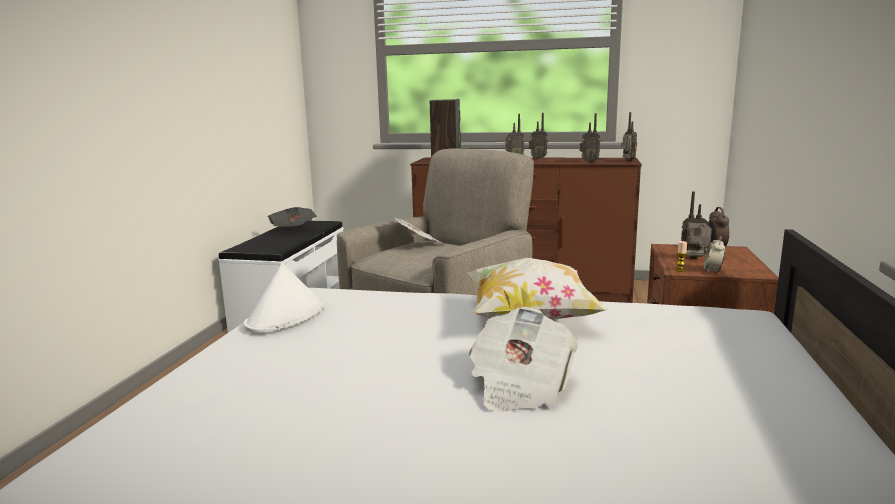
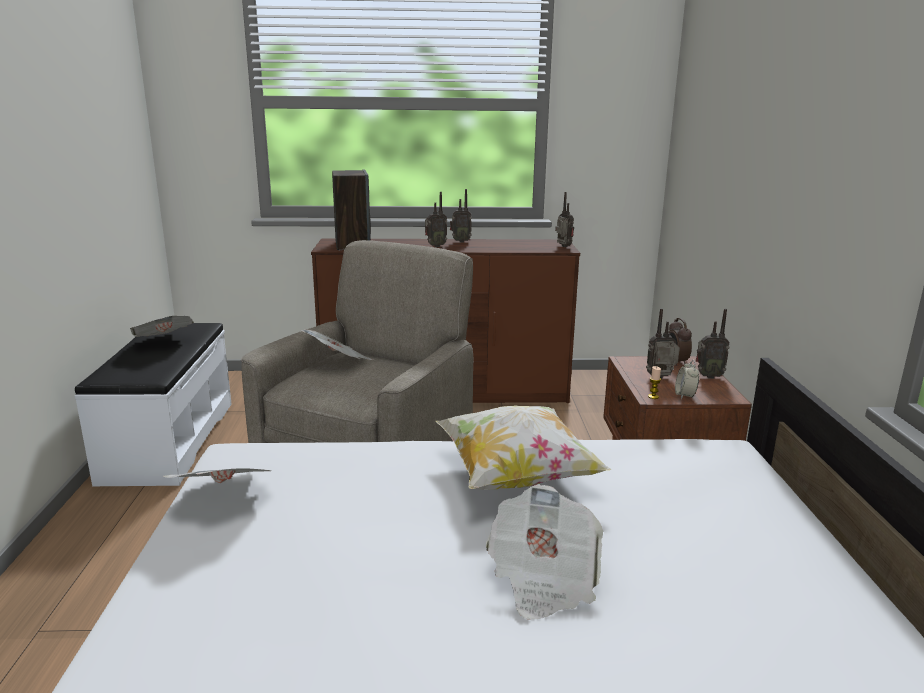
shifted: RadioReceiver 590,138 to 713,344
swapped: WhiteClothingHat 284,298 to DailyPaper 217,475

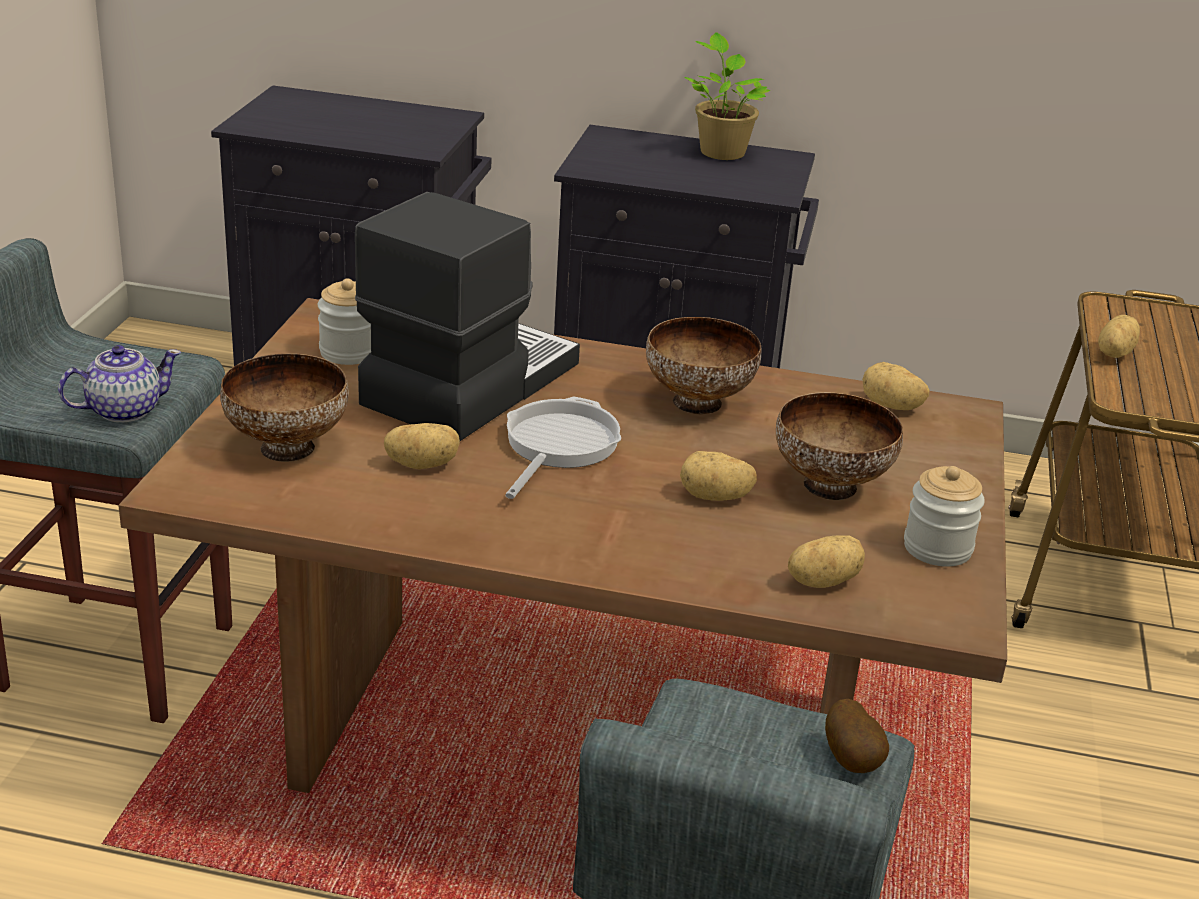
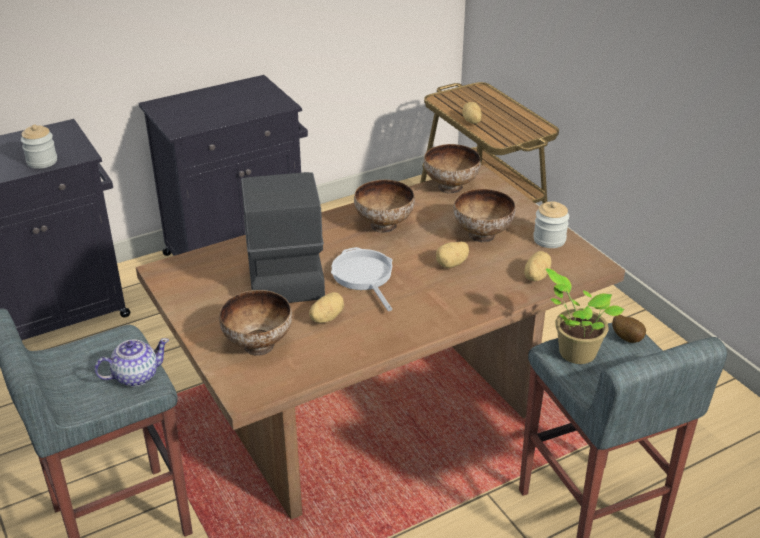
shifted: PottedPlant 727,96 to 585,316; Jar 344,321 to 39,147
swapped: WholePotato 896,386 to ServingBowl 452,169
rotated: Teapot 119,383 = 131,362 45 degrees clockwise

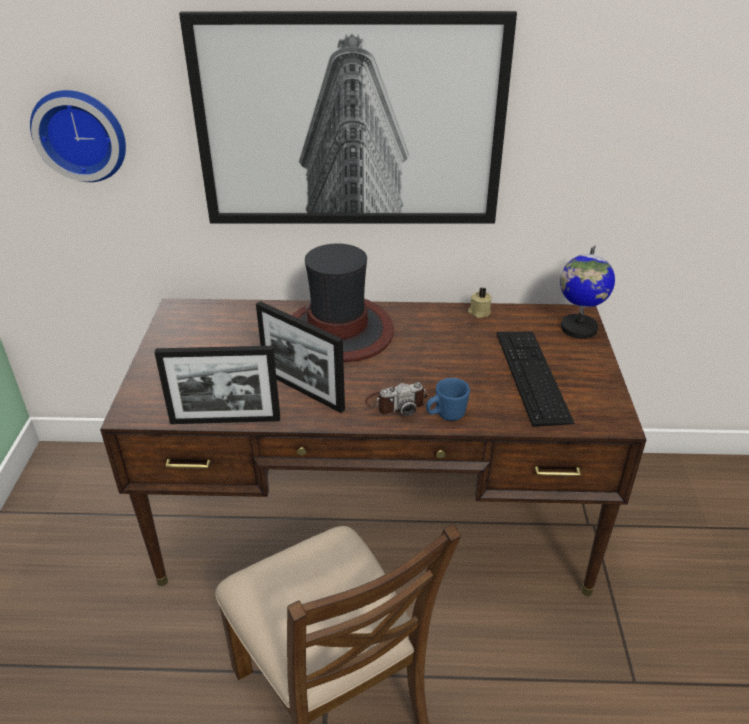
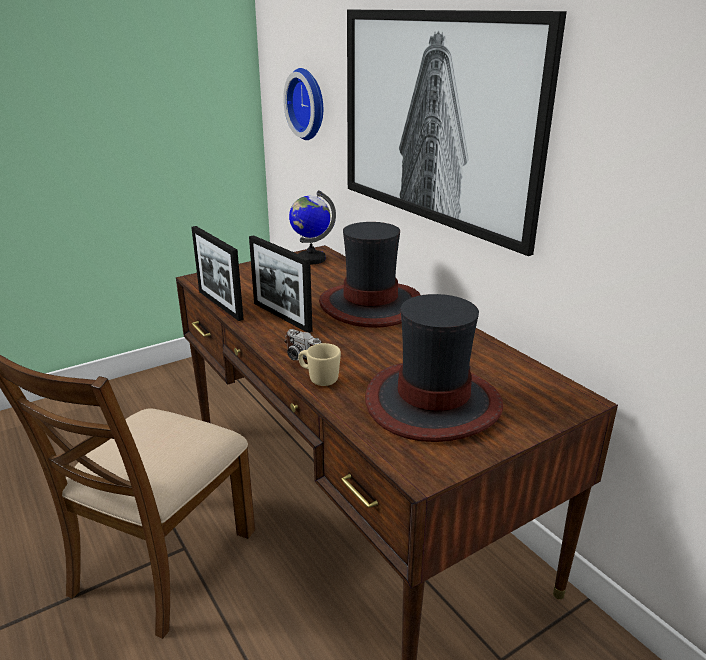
gone: SandColouredCandle 480,303
shifted: Globe 587,292 to 312,227
swapped: PcKeyboard 536,379 to ClothingHat 434,368
repainted: BlueColouredTeaMug 448,399 to SandColouredTeaMug 319,364
rotated: PictureFrame 300,357 = 281,284 45 degrees counterclockwise

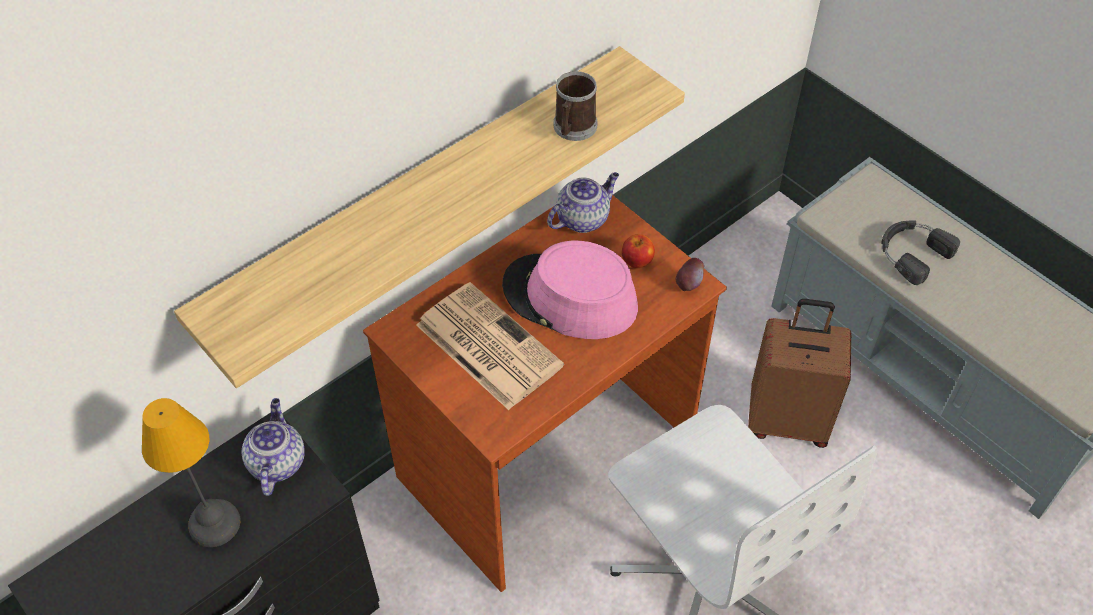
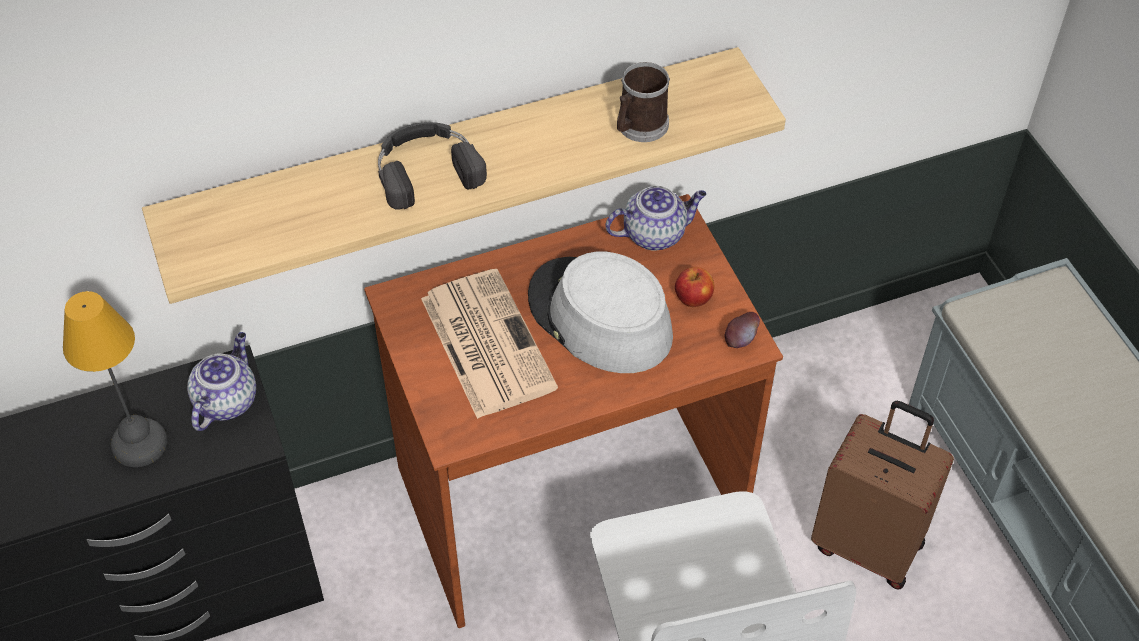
shifted: BlackishPairOfHeadphones 920,252 to 432,166
repainted: PinkColouredClothingHat 570,290 to GreyishClothingHat 600,312

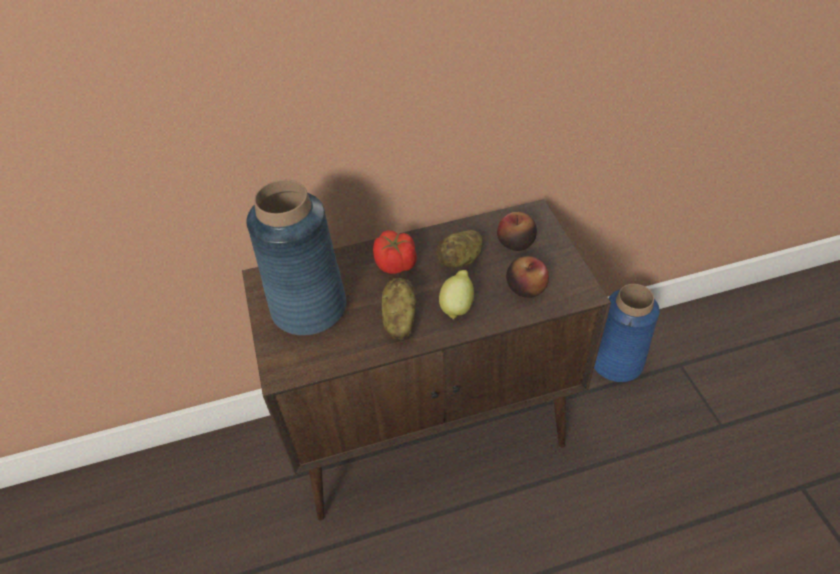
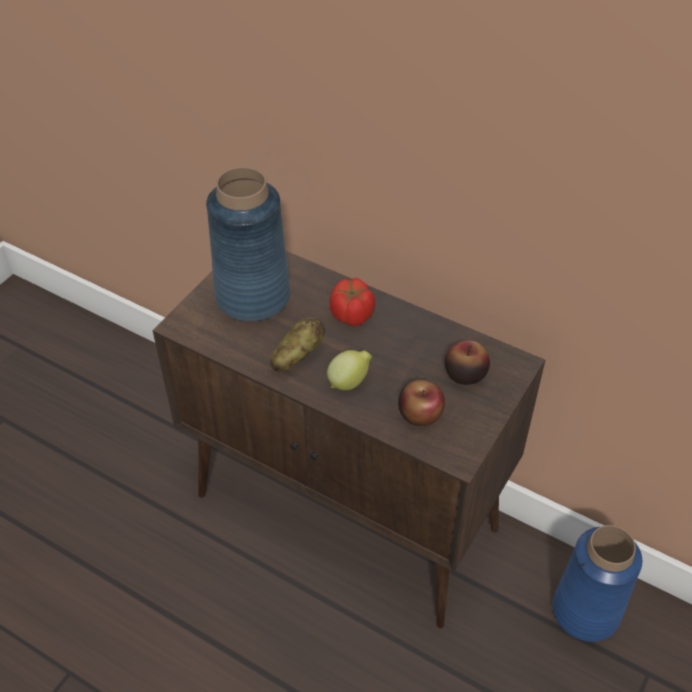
gone: WholePotato 459,249

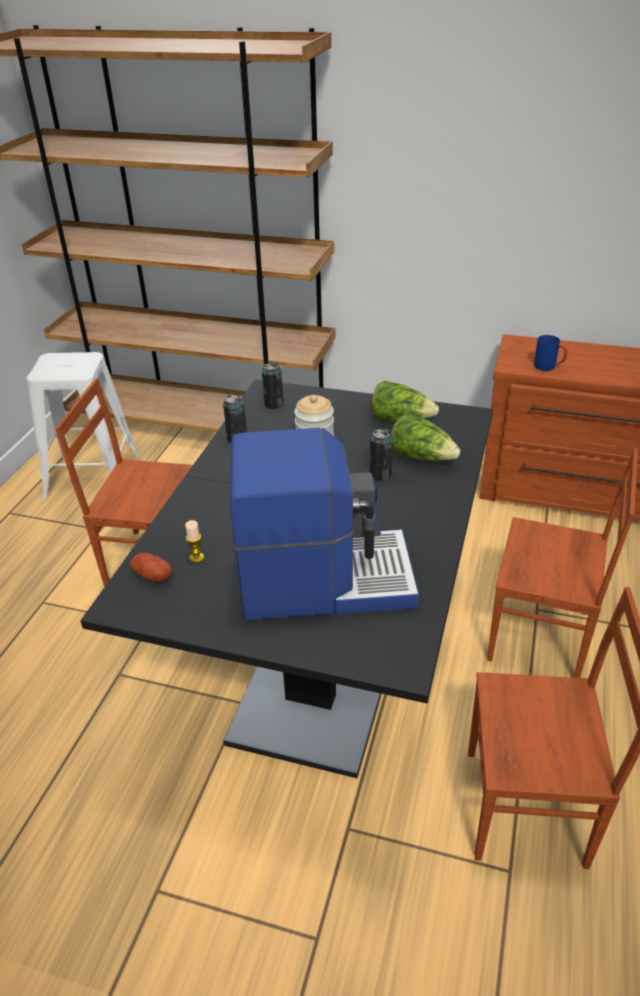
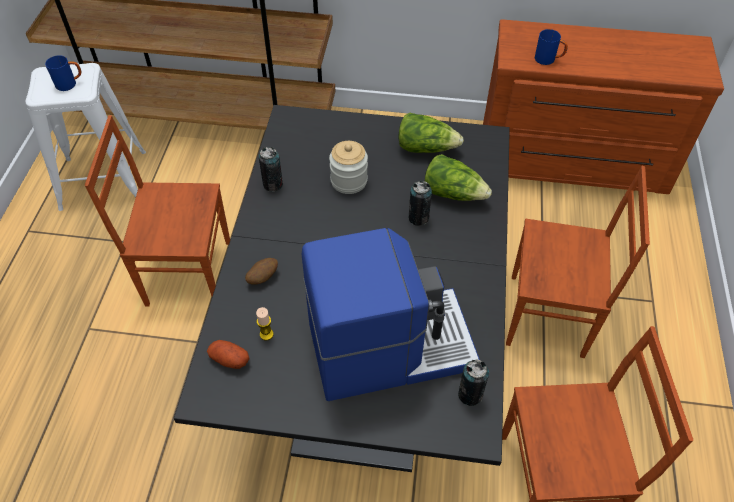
new: BlueColouredTeaMug 63,73; WholePotato 261,271
shifted: SealedCan 273,385 to 473,383

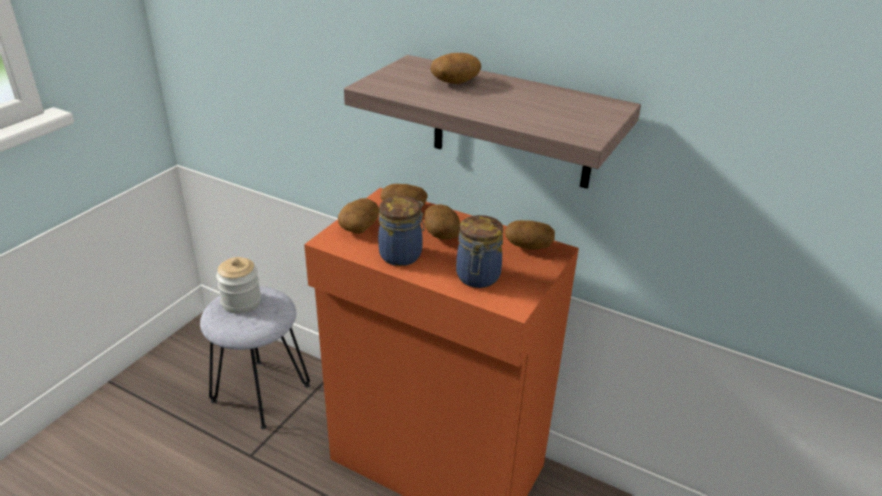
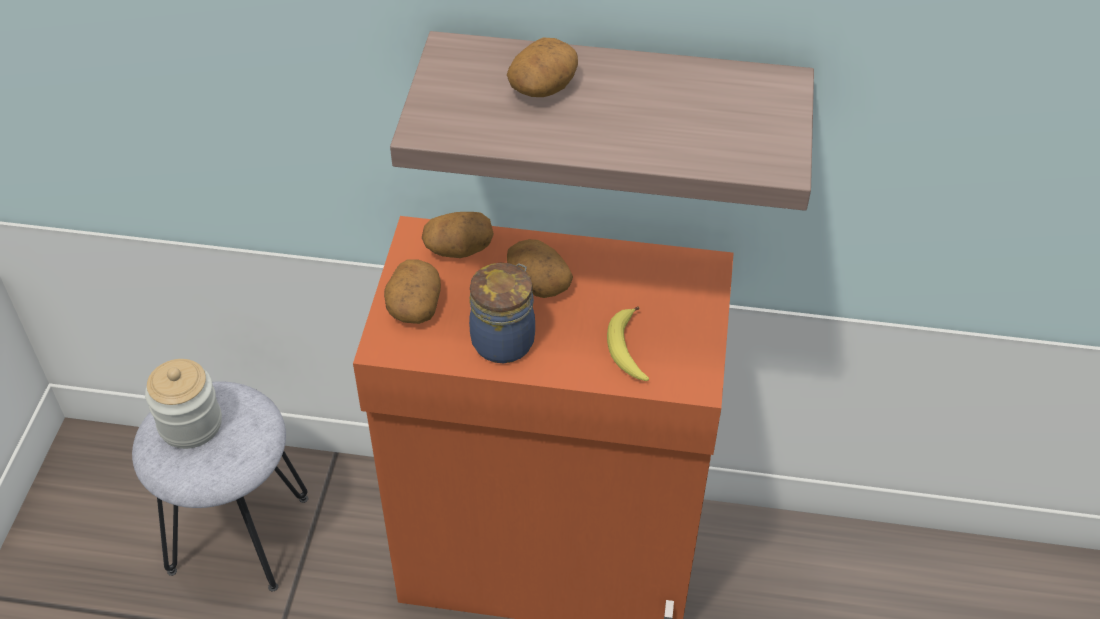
gone: WholePotato 530,235
swapped: Jar 479,251 to Banana 628,343

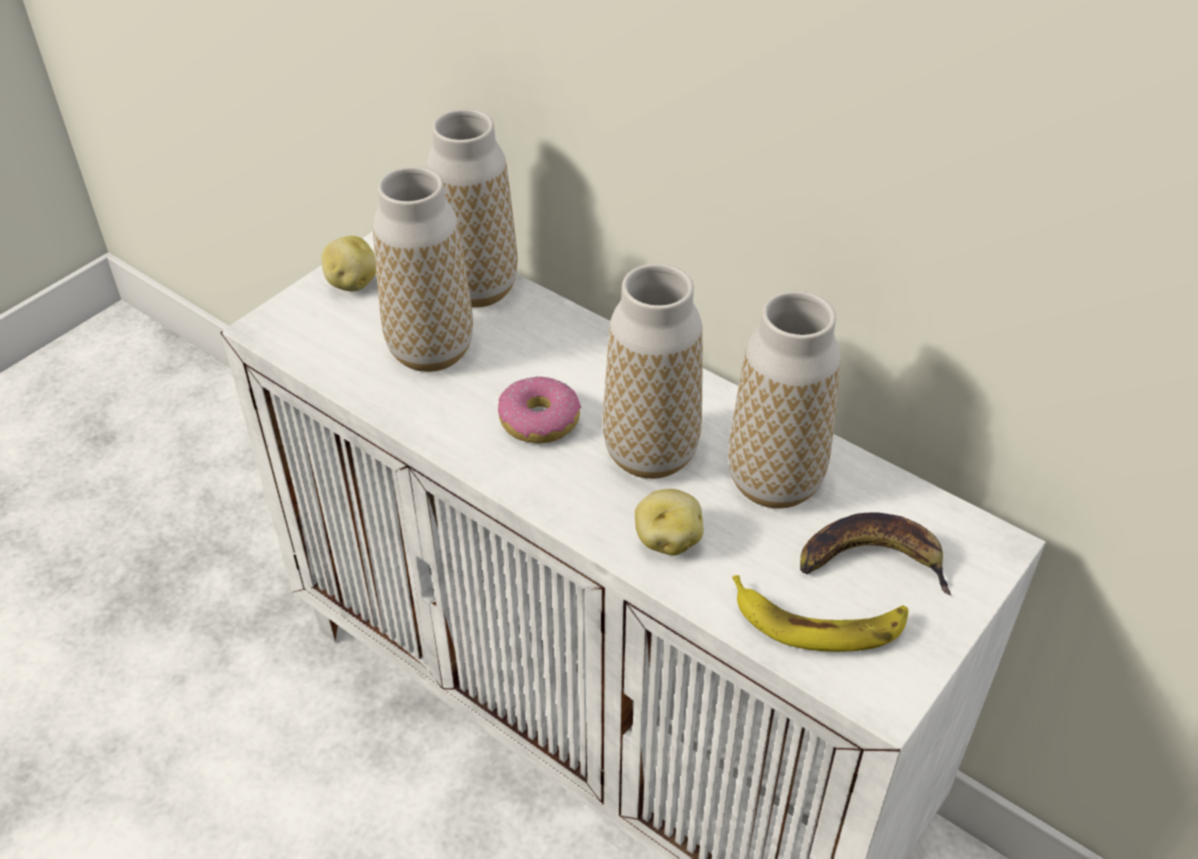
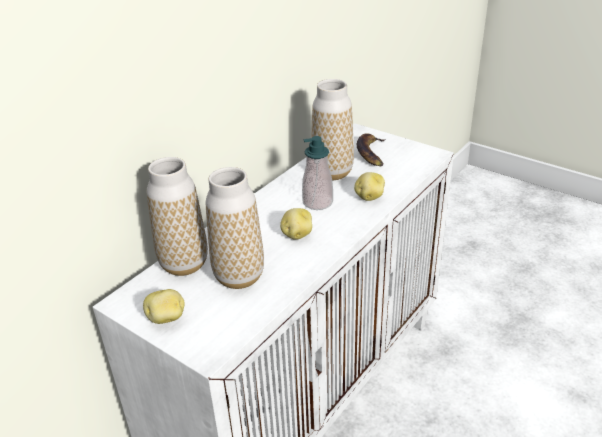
gone: Banana 820,613
swapped: FlowerVase 653,371 to SoapBottle 317,173; Doughnut 539,409 to WholePotato 296,224

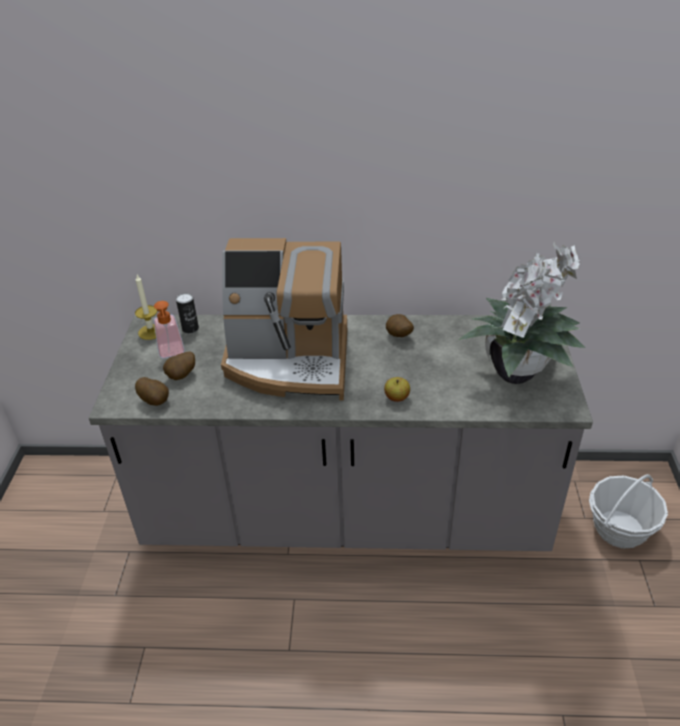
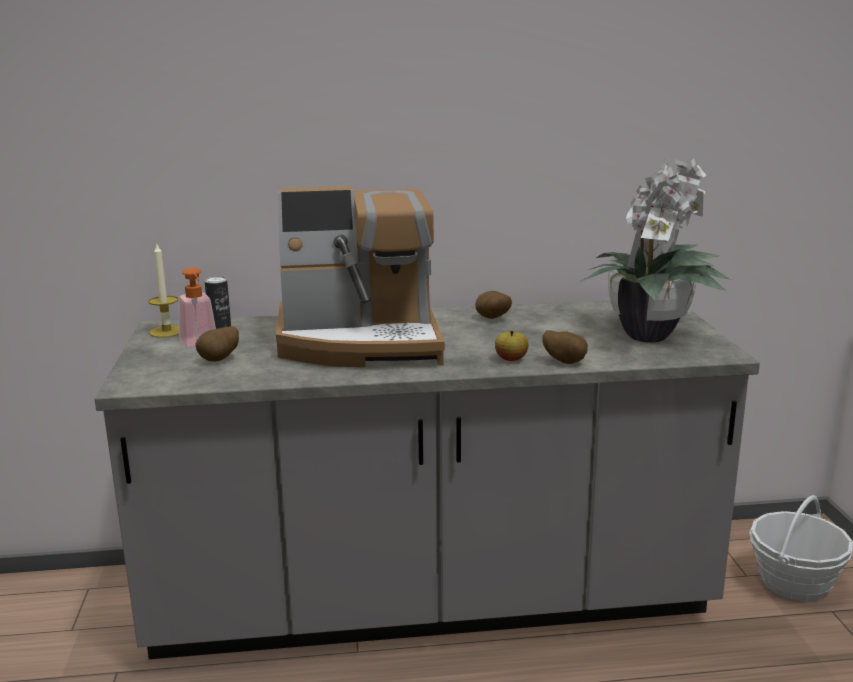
shifted: WholePotato 152,391 to 565,347

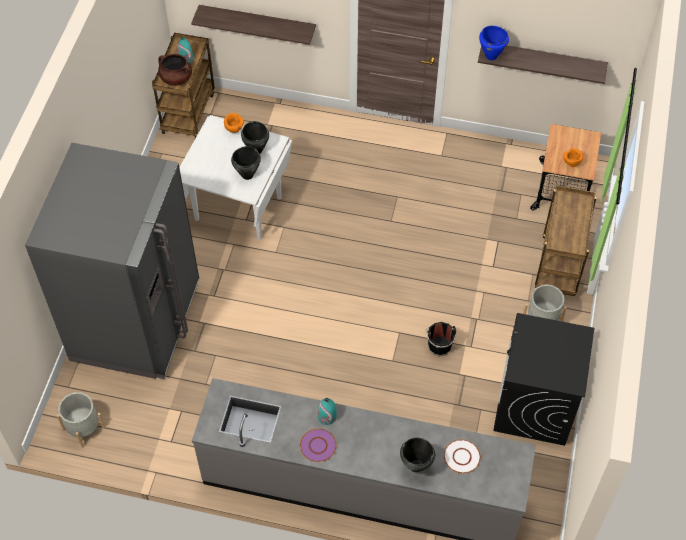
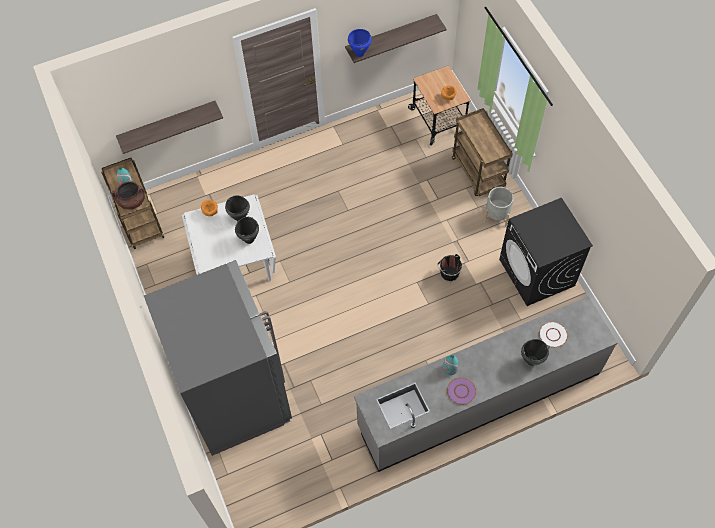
gone: GreyishPlantPot 81,420

